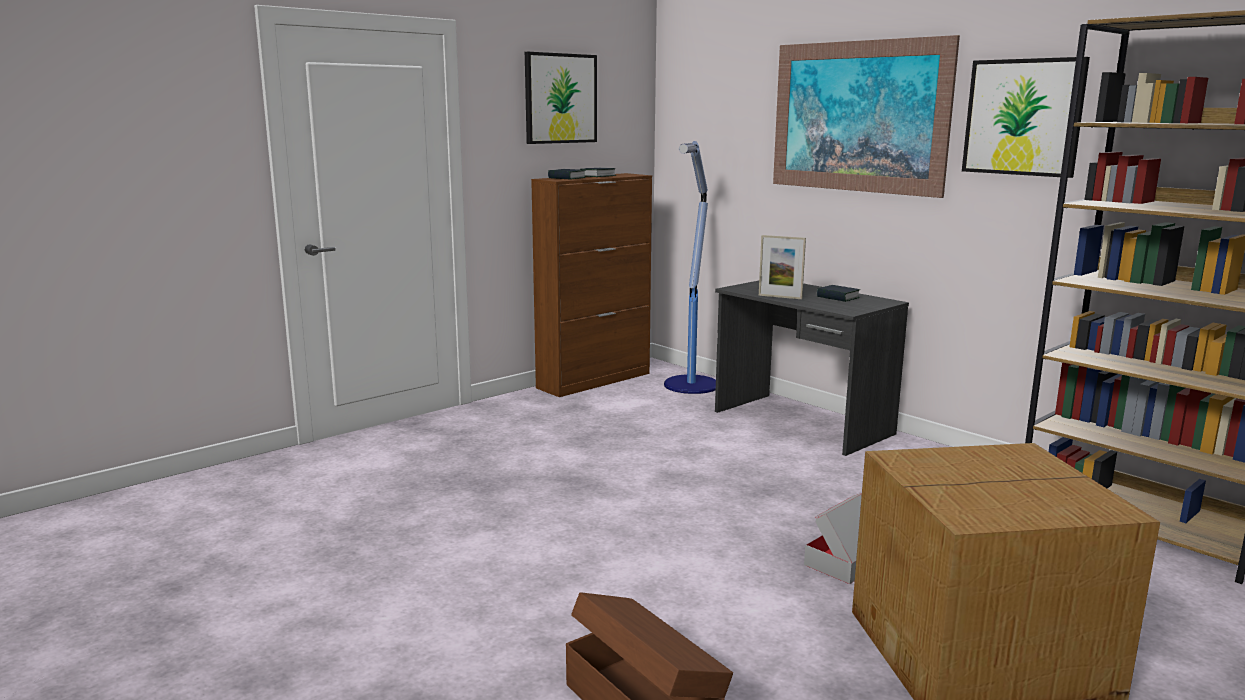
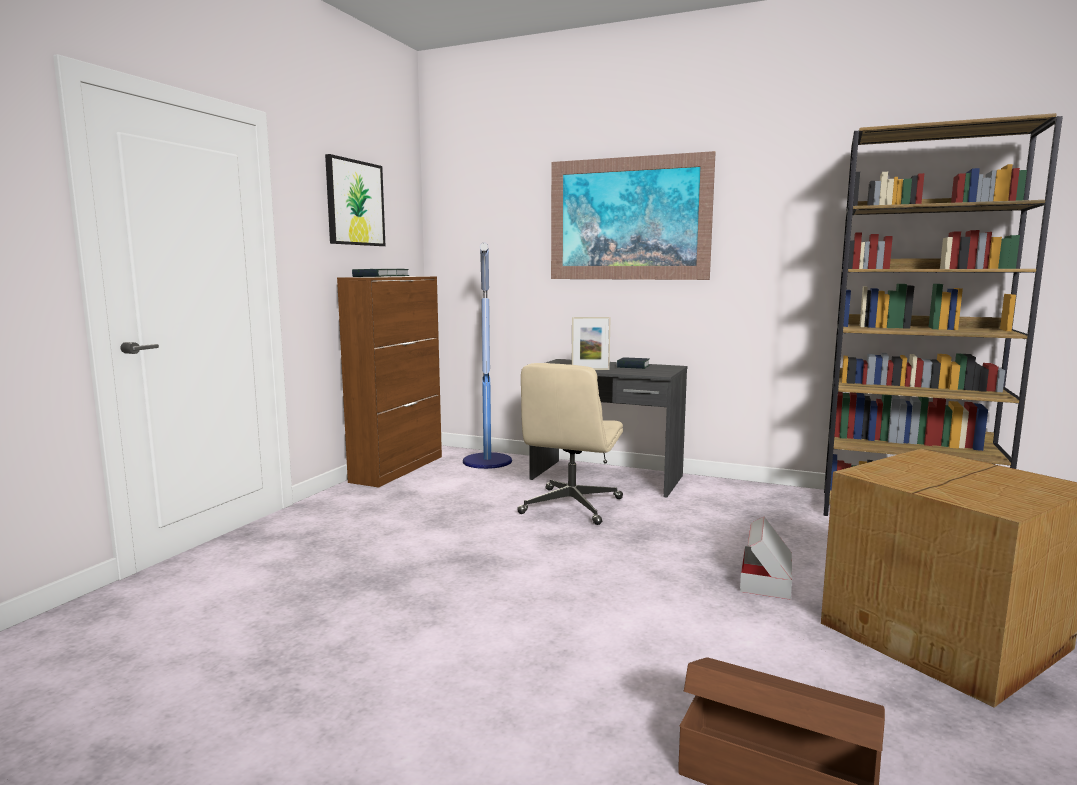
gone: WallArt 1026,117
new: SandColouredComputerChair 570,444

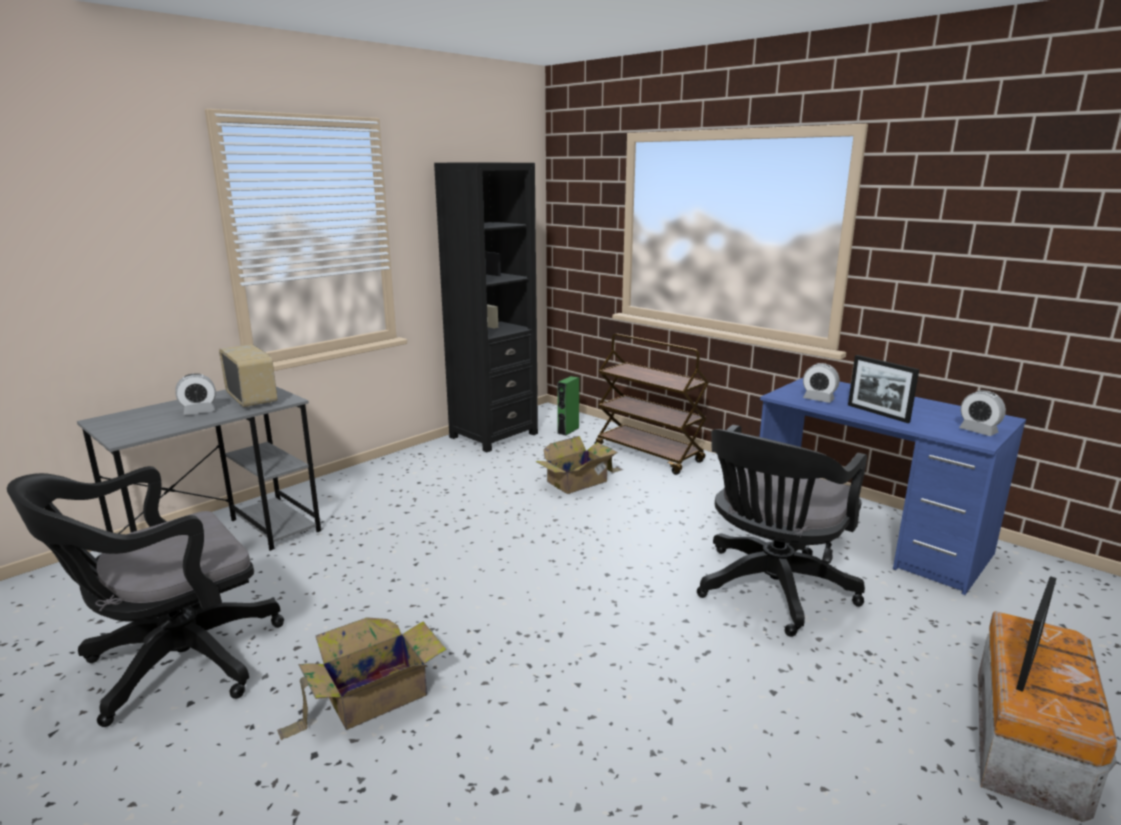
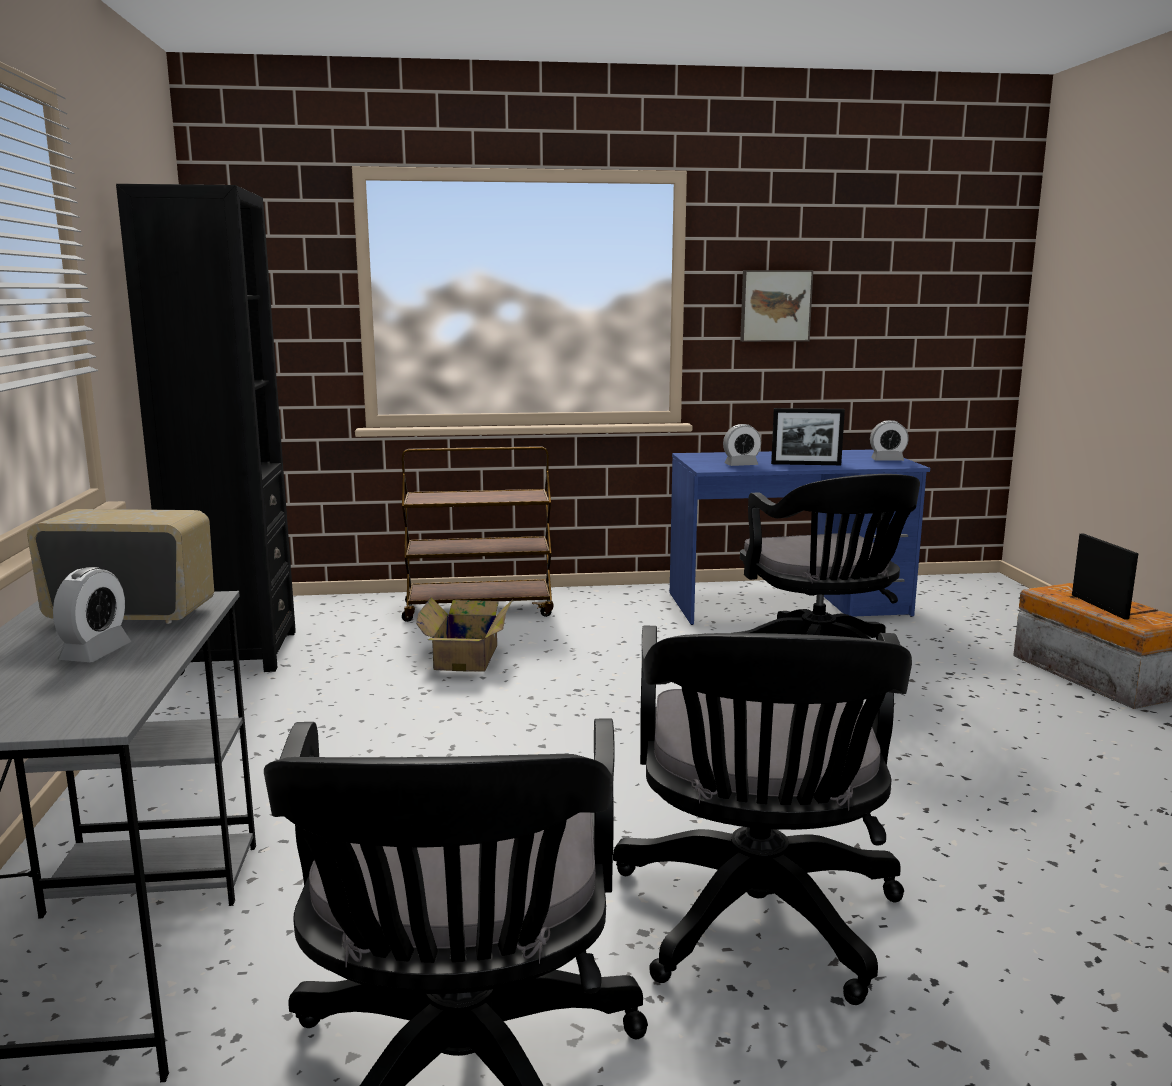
gone: GreenLoudspeaker 568,406
new: WallArt 776,306
swapped: CardboardBox 362,678 to BlackishComputerChair 762,815

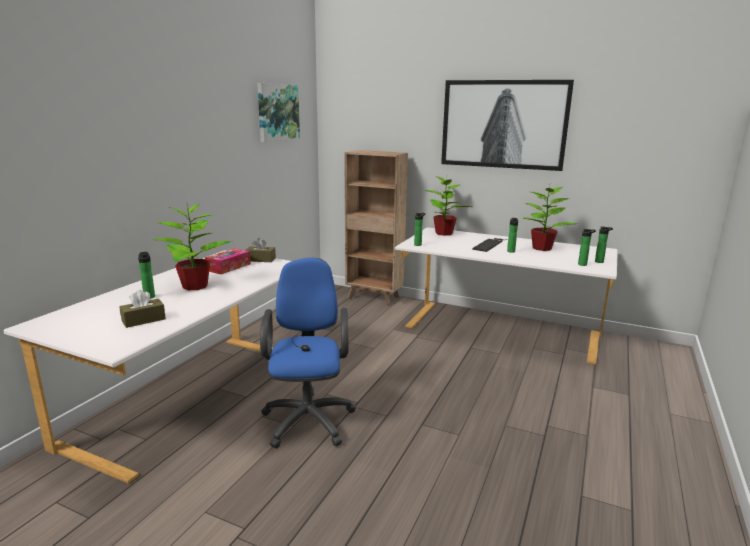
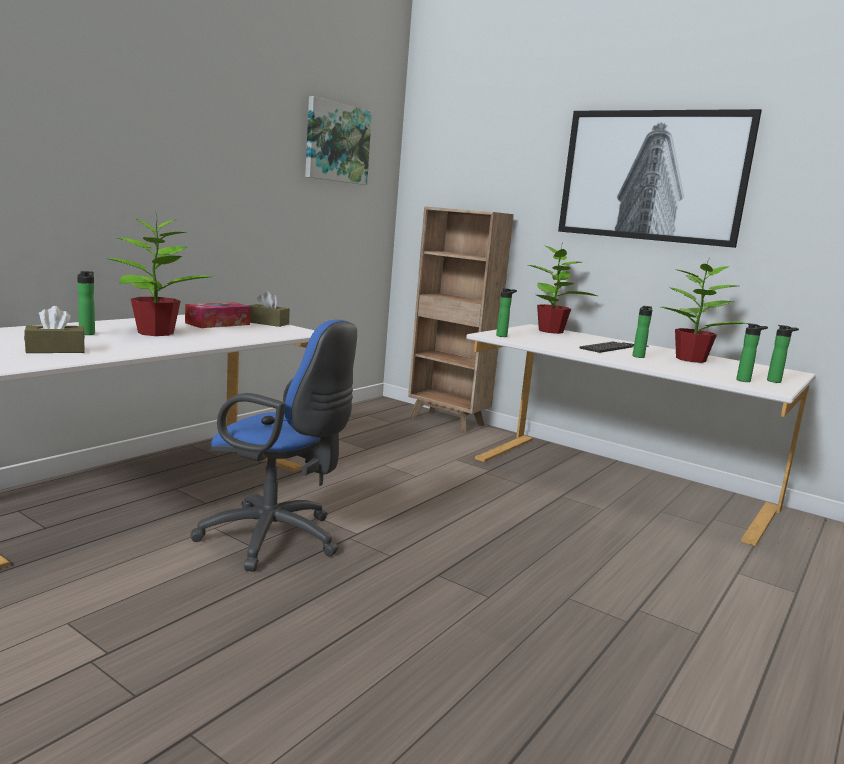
rotated: BlueColouredComputerChair 308,353 = 273,446 105 degrees clockwise

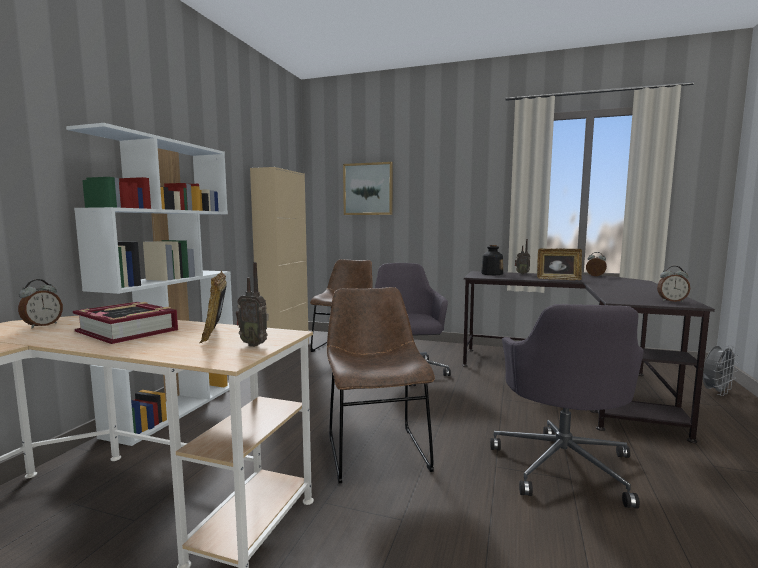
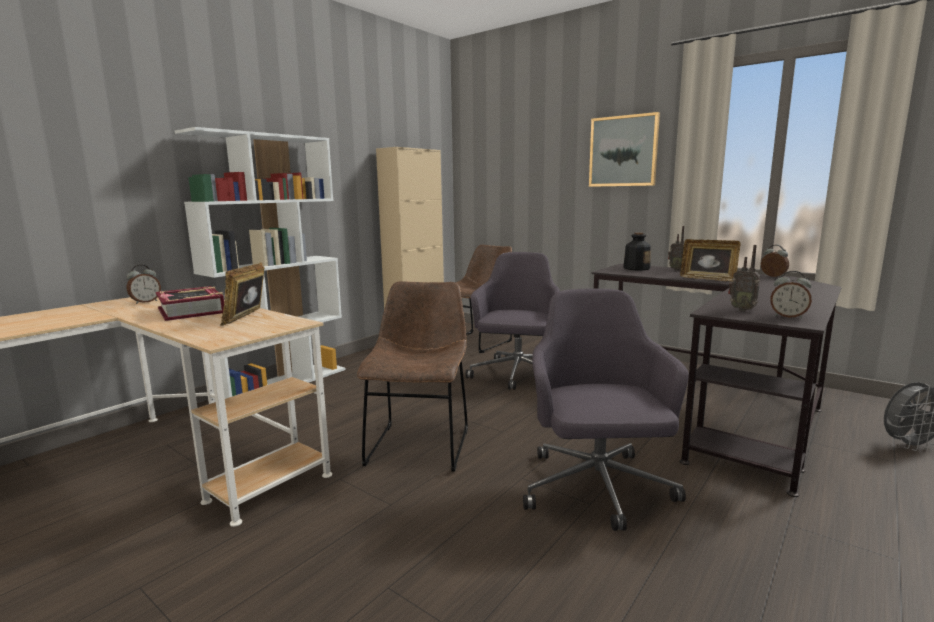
shifted: WallArt 368,188 to 624,149; RadioReceiver 252,304 to 744,278
rotated: GreyishComputerChair 567,406 = 606,409 150 degrees clockwise

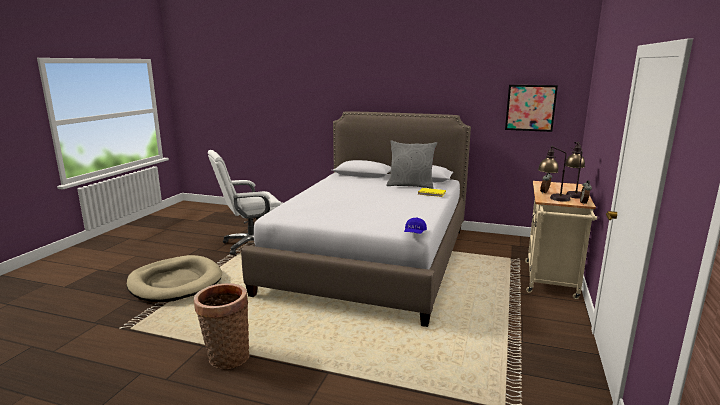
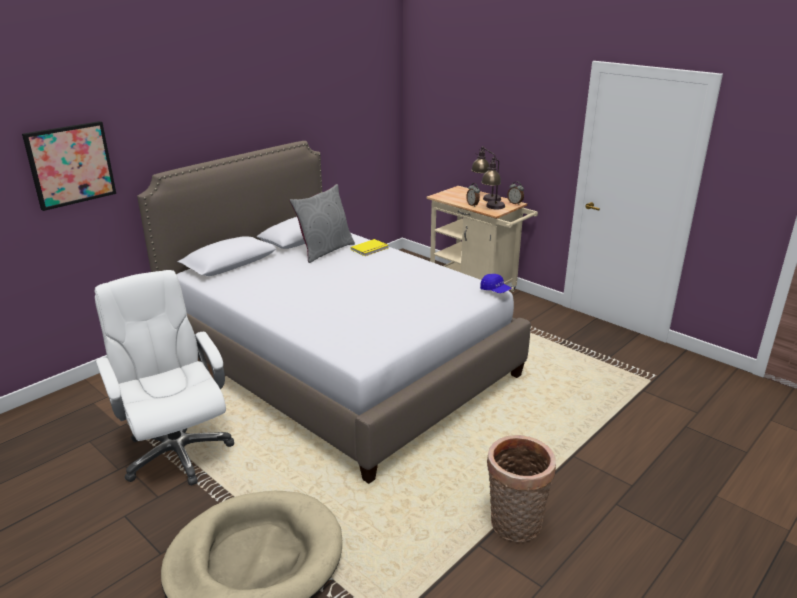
shifted: WallArt 531,108 to 69,166
rotated: WhiteComputerChair 245,202 = 164,378 150 degrees clockwise

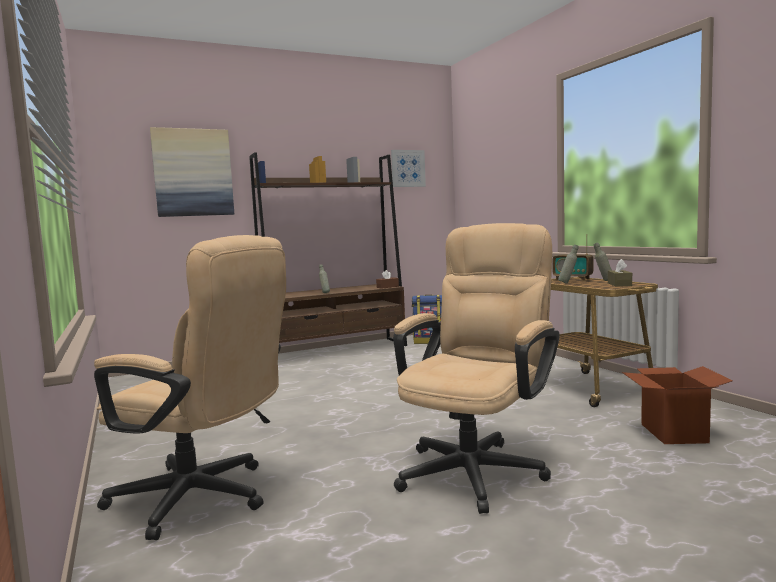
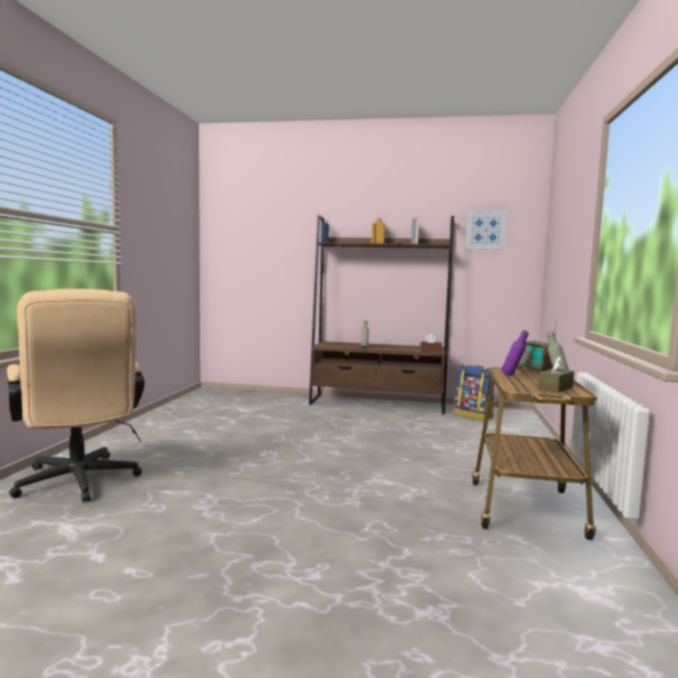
gone: WallArt 192,172; SandColouredComputerChair 476,368; CardboardBox 677,405
repainted: GreyishDrinkBottle 568,264 to PurplishDrinkBottle 515,353

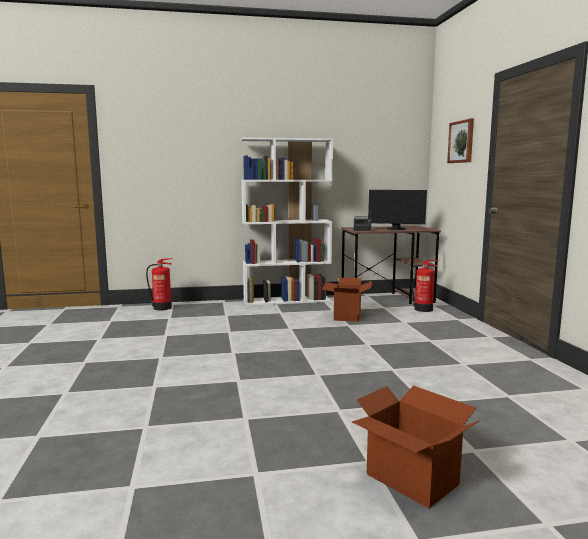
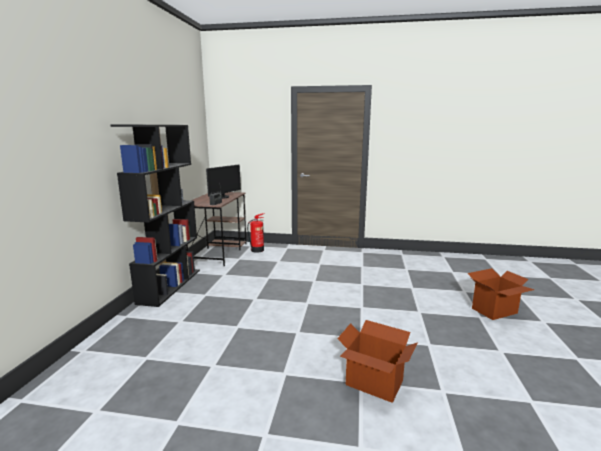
gone: WallArt 460,141; FireExtinguisher 159,284
shifted: CardboardBox 347,300 to 377,361
repainted: WhiteShelvingUnit 287,221 to BlackishShelvingUnit 155,216

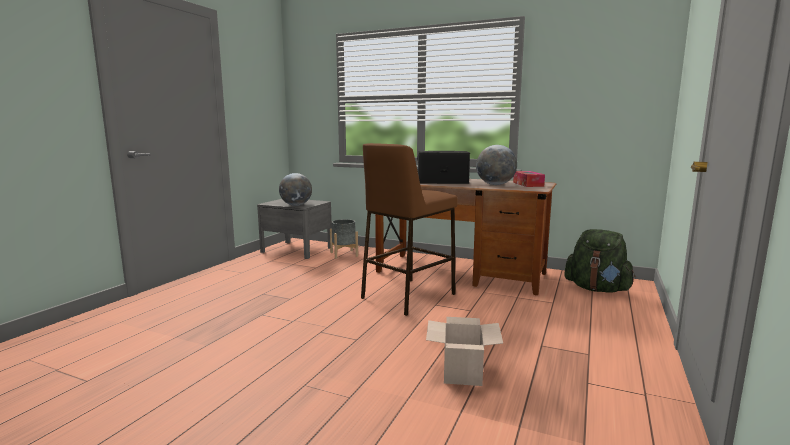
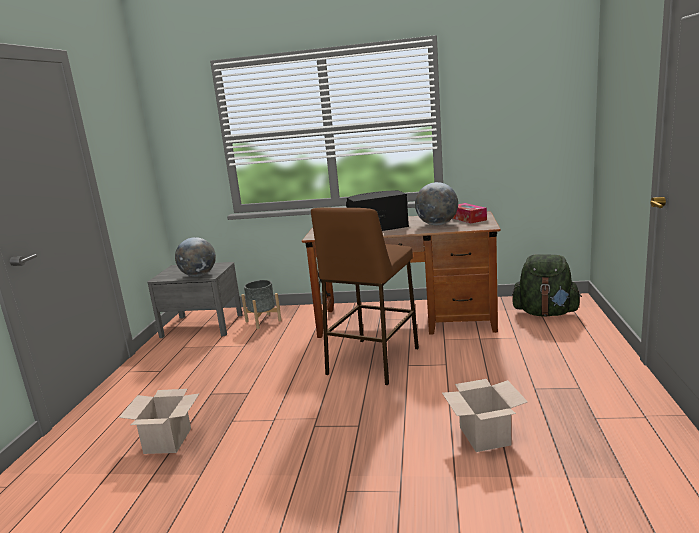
new: CardboardBox 159,421

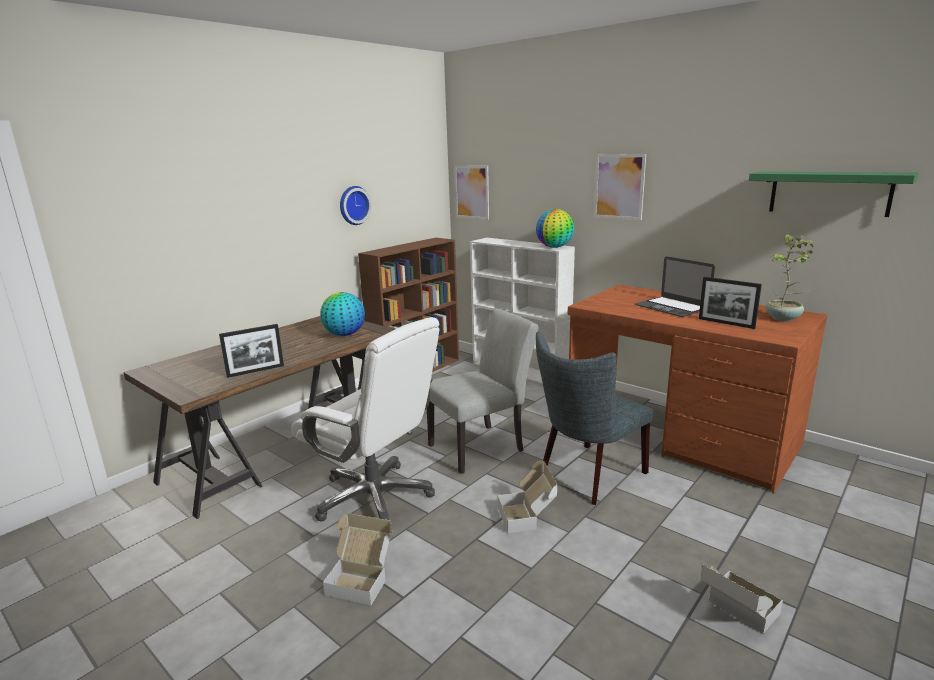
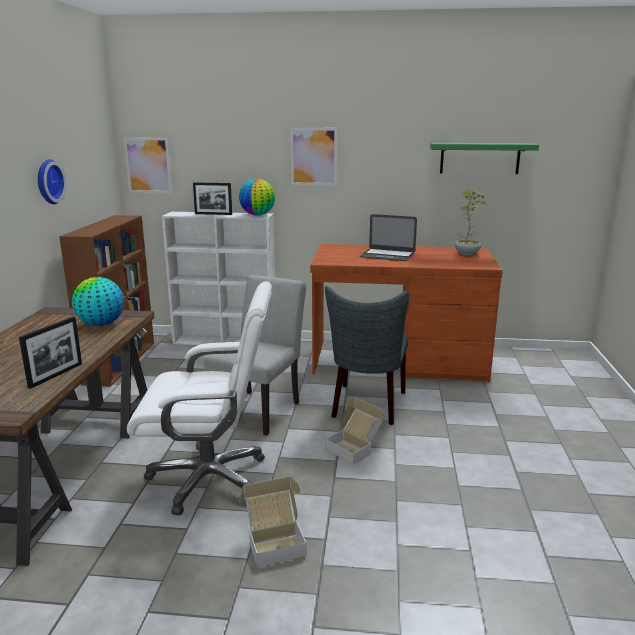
gone: CardboardBox 742,597
shifted: PictureFrame 730,303 to 212,198

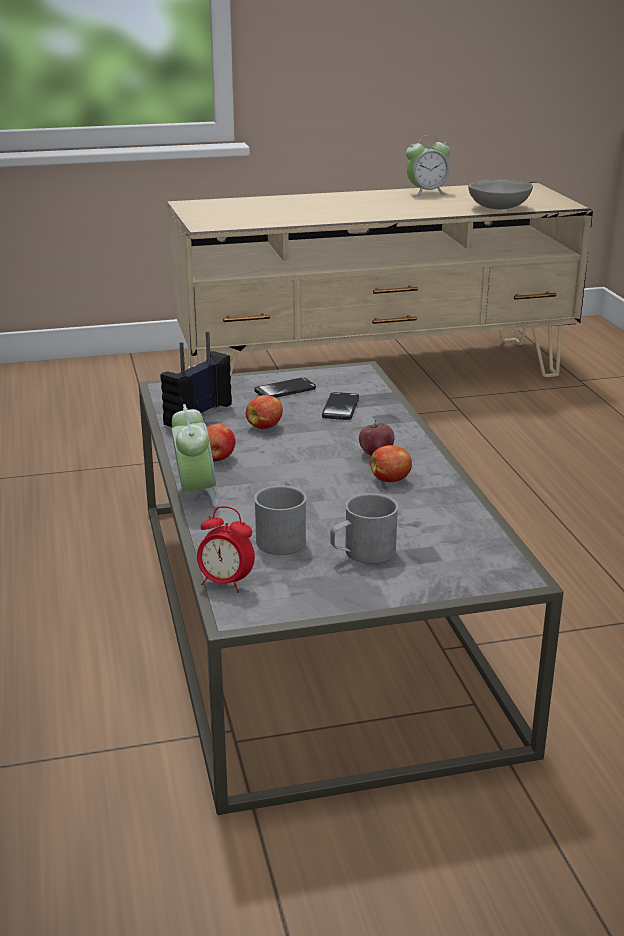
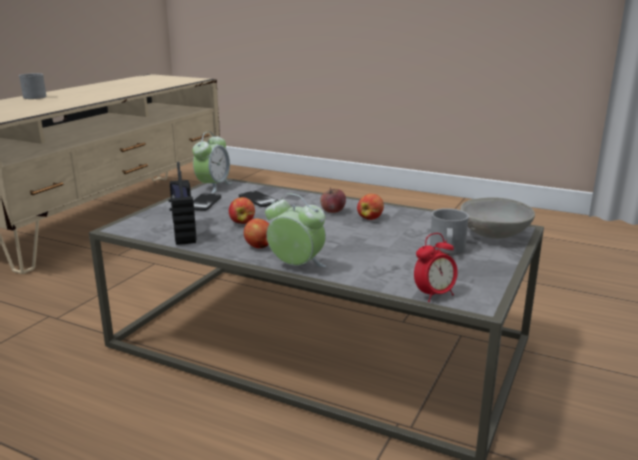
shifted: TableClock 428,166 to 212,162; GreyishServingBowl 500,194 to 497,218; GreyishTeaMug 280,520 to 32,86

